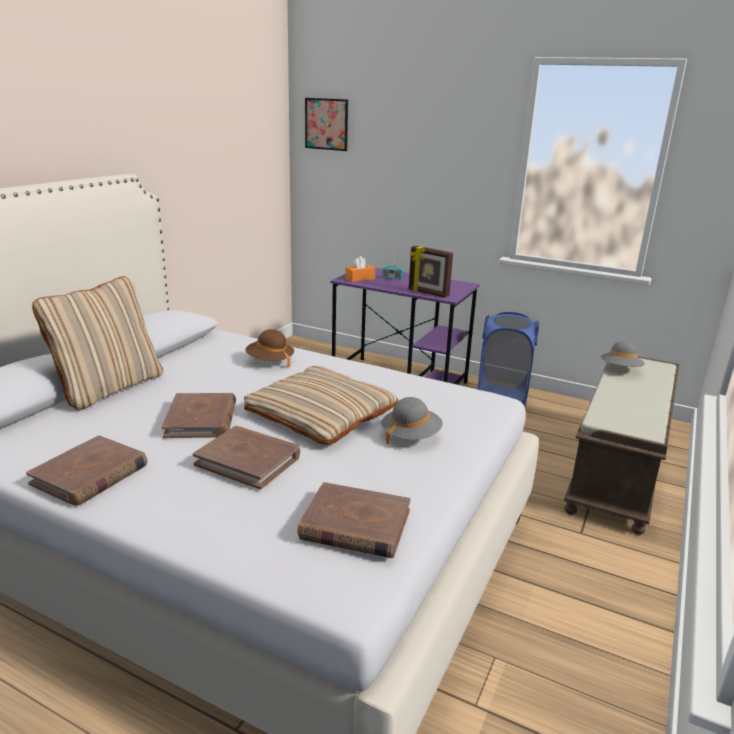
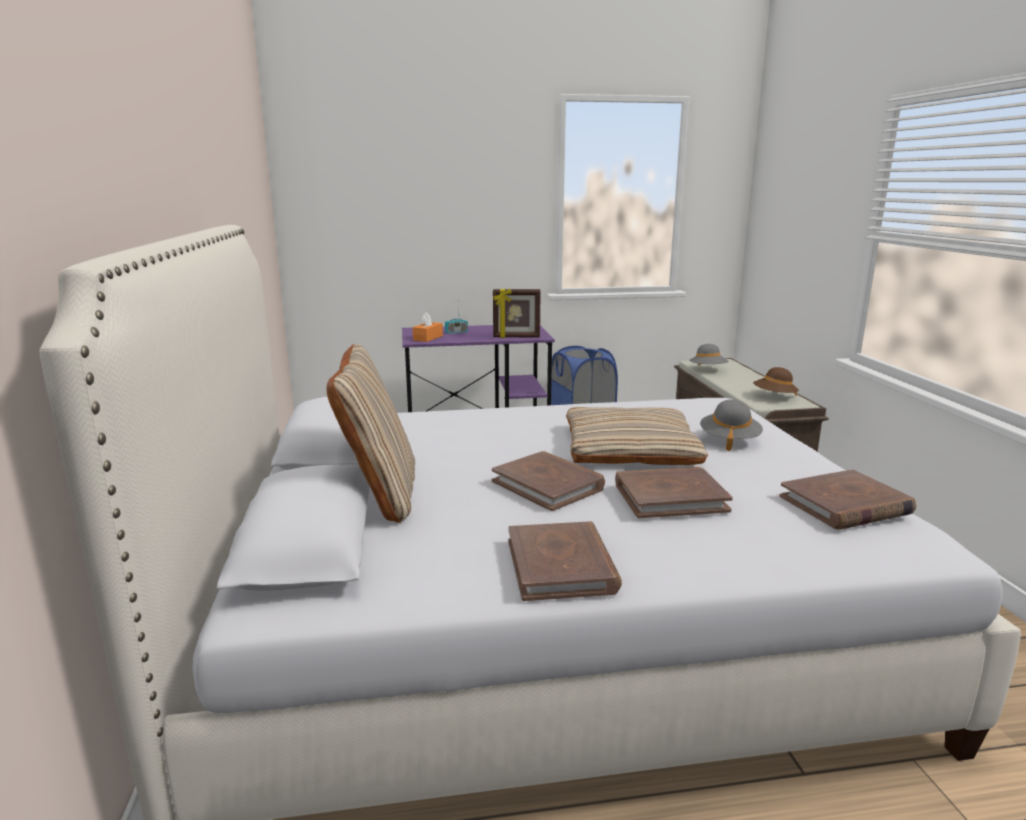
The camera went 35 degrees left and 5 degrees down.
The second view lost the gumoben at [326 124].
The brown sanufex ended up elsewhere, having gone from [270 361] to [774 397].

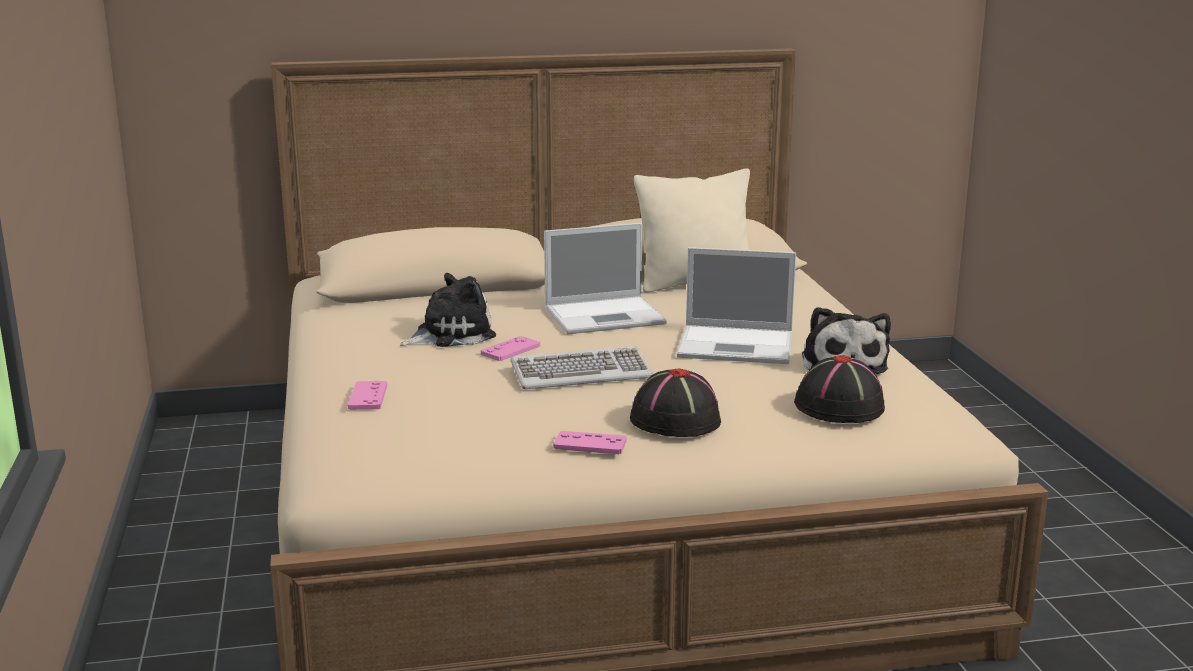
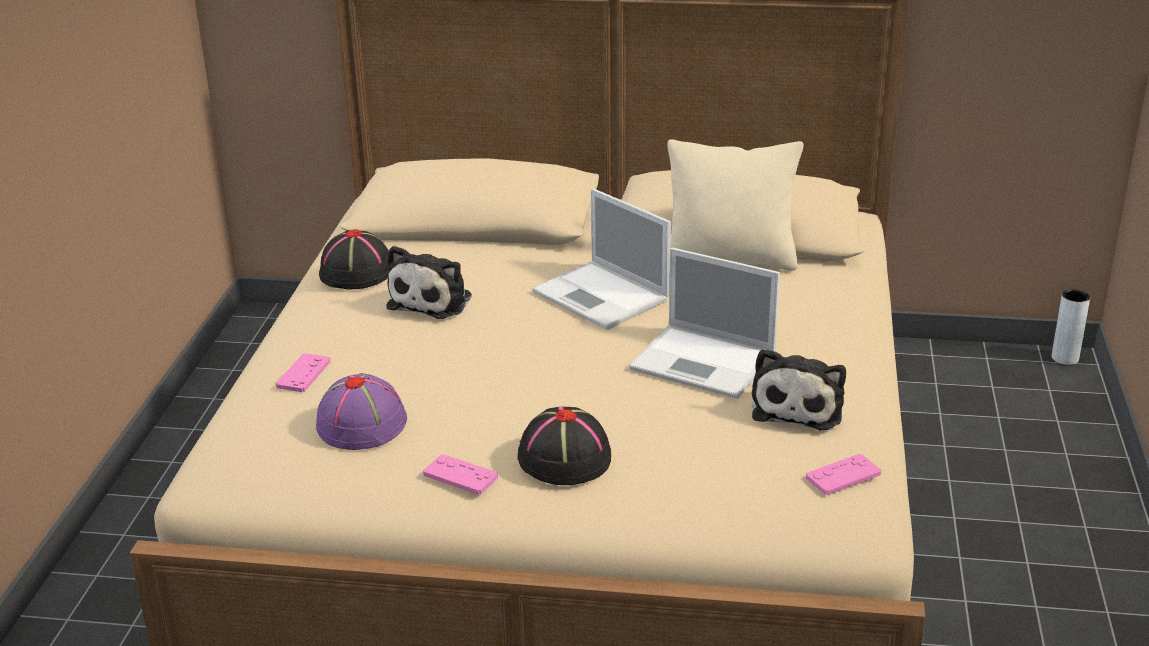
The camera went 20 degrees right and 10 degrees up.
The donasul at [607 316] ended up facing another way, 45 degrees clockwise from before.
The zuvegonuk at [450 334] ended up facing another way, 120 degrees clockwise from before.
The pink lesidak ended up elsewhere, having gone from [510 350] to [843 476].
The second view lost the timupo at [581 373].
The black sanufex ended up elsewhere, having gone from [840 407] to [356 273].
The second view gained the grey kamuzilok at [1065 358].
The second view gained the purple sanufex at [362 424].

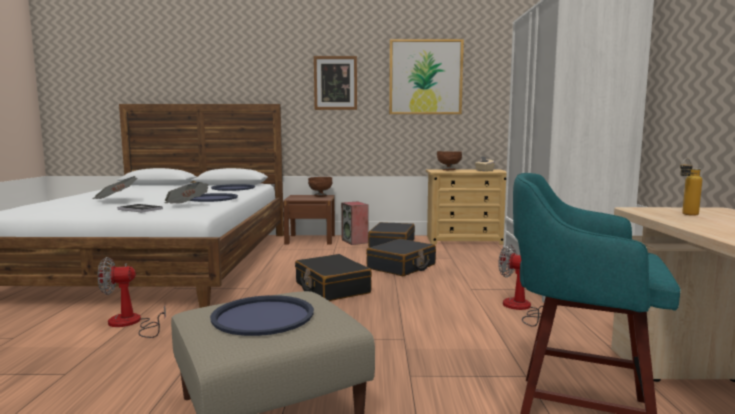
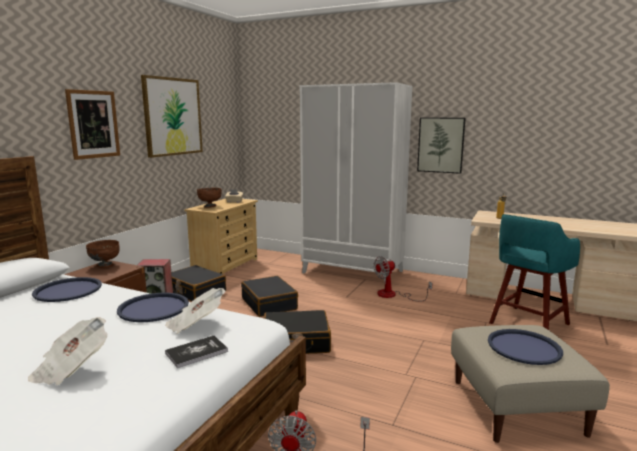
The camera went 65 degrees left and 5 degrees up.
The second view gained the gumoben at [440 145].

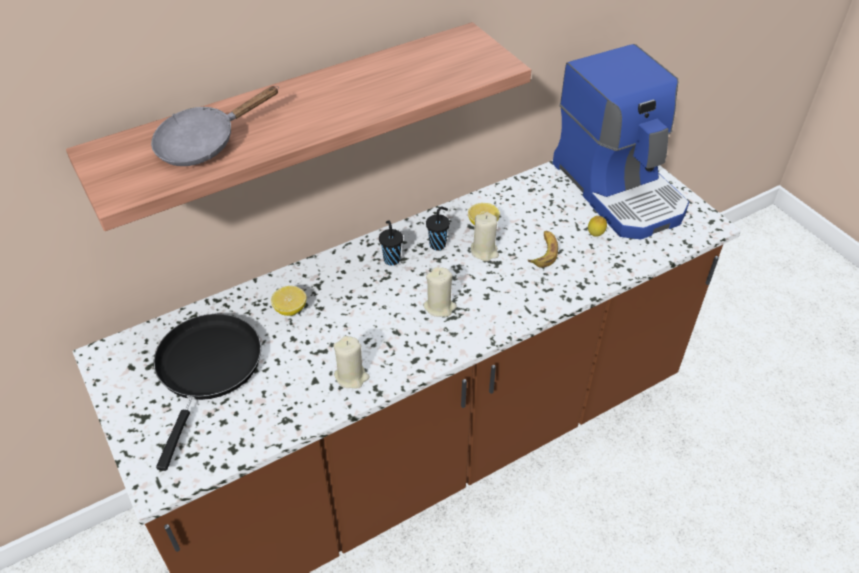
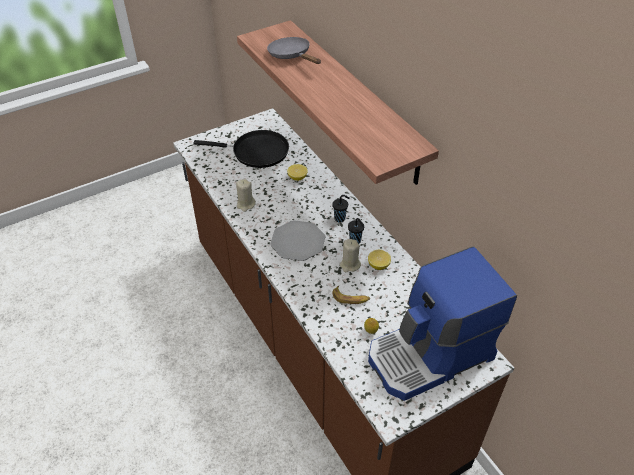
The camera went 90 degrees right and 0 degrees up.
Where the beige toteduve stood at [439 306], the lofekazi came to stand at [298 241].

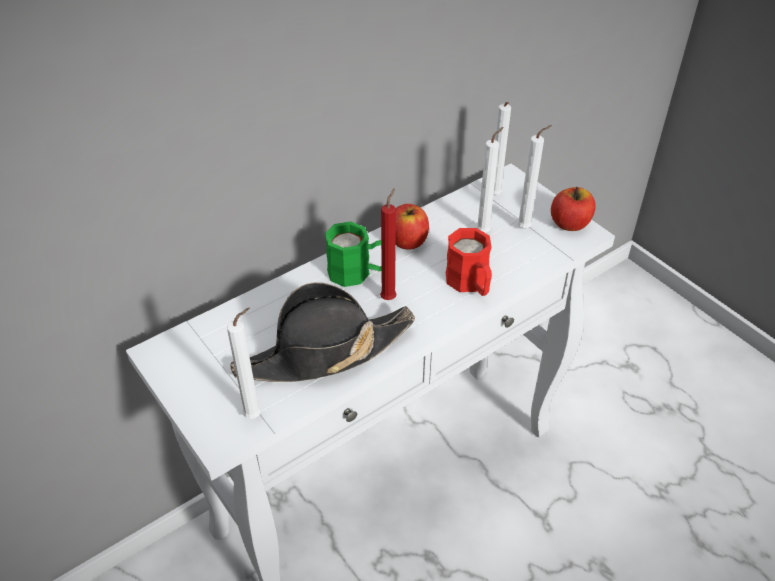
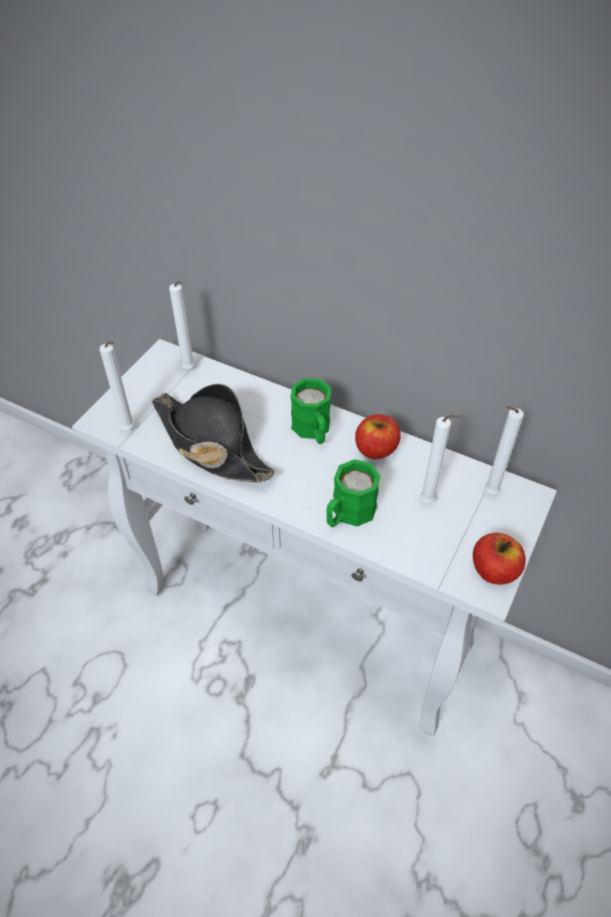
The camera went 65 degrees right and 5 degrees up.
The white toteduve ended up elsewhere, having gone from [526 227] to [190 369].
The second view lost the red toteduve at [389 297].
What was the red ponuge at [470 284] turned into the green ponuge at [348 514].

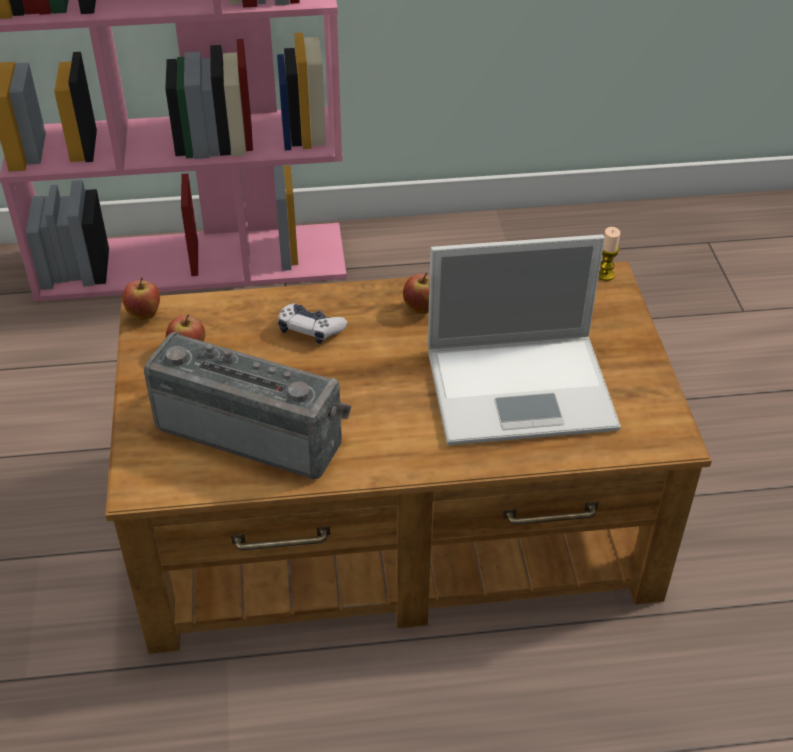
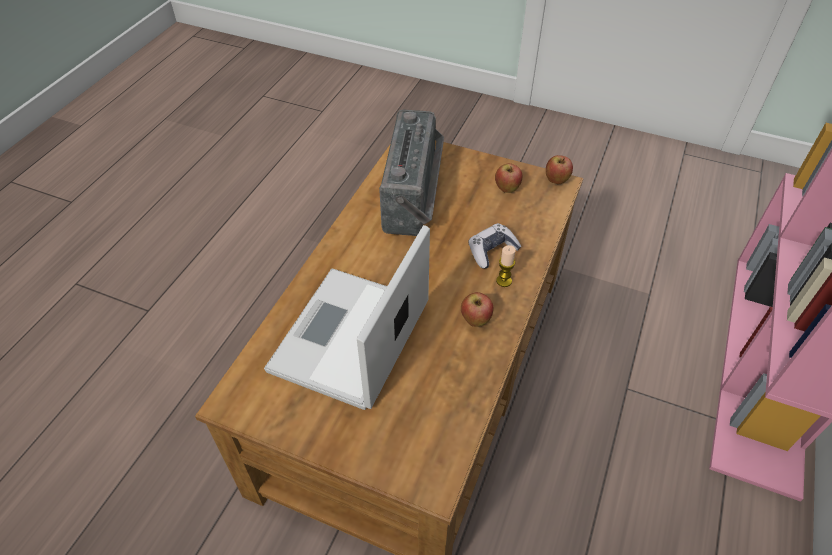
The camera went 120 degrees right and 5 degrees up.
The toteduve ended up elsewhere, having gone from [605 275] to [504 281].
The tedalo at [253 430] ended up facing another way, 45 degrees counterclockwise from before.

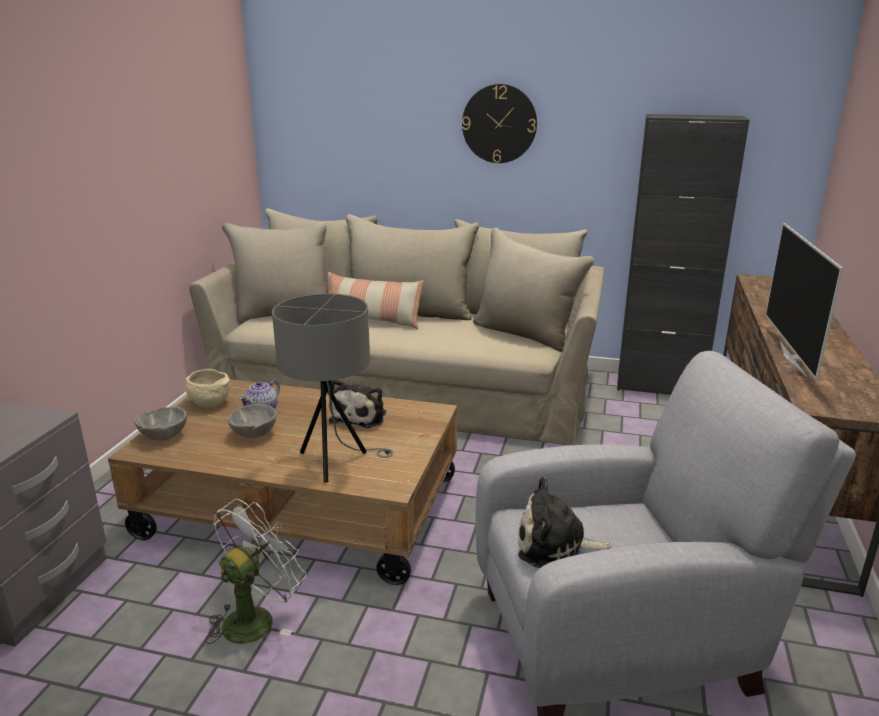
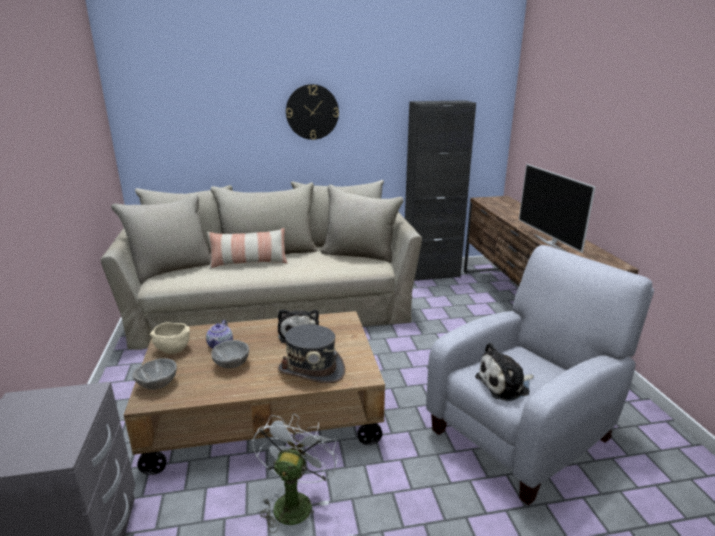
The camera went 25 degrees left and 0 degrees up.
Where the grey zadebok stood at [335 463], the grey sanufex came to stand at [311 370].

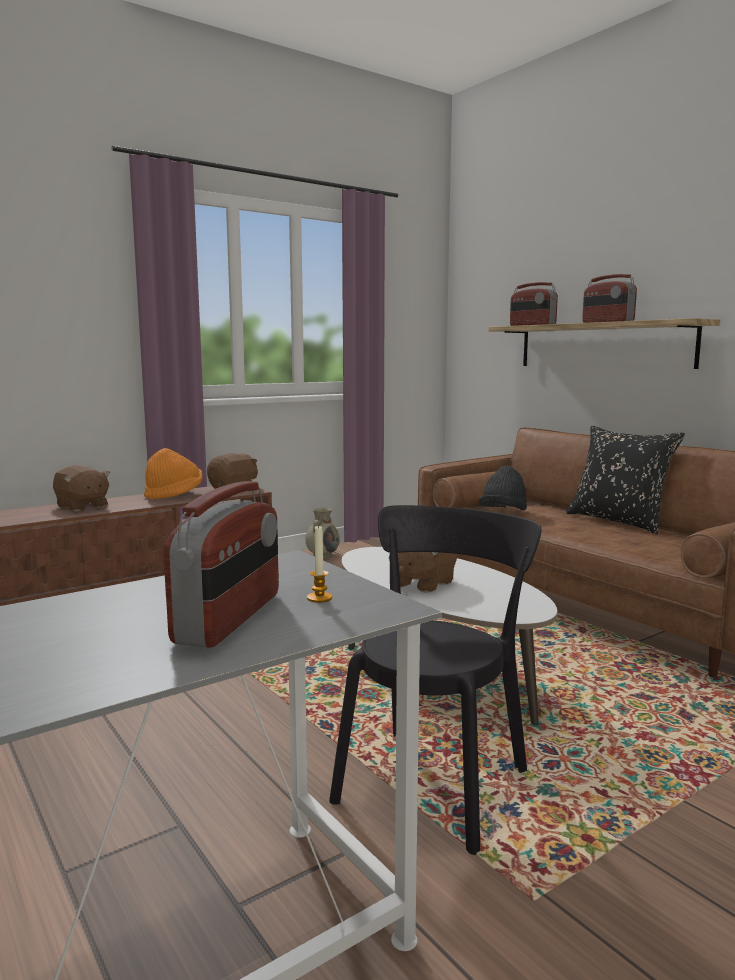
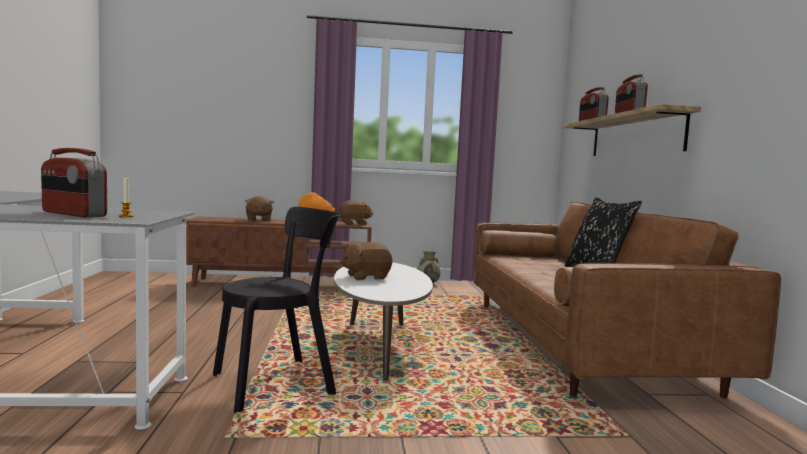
The camera went 30 degrees right and 5 degrees down.
The second view lost the black sanufex at [503 513].
The tedalo at [230 618] ended up facing another way, 75 degrees clockwise from before.

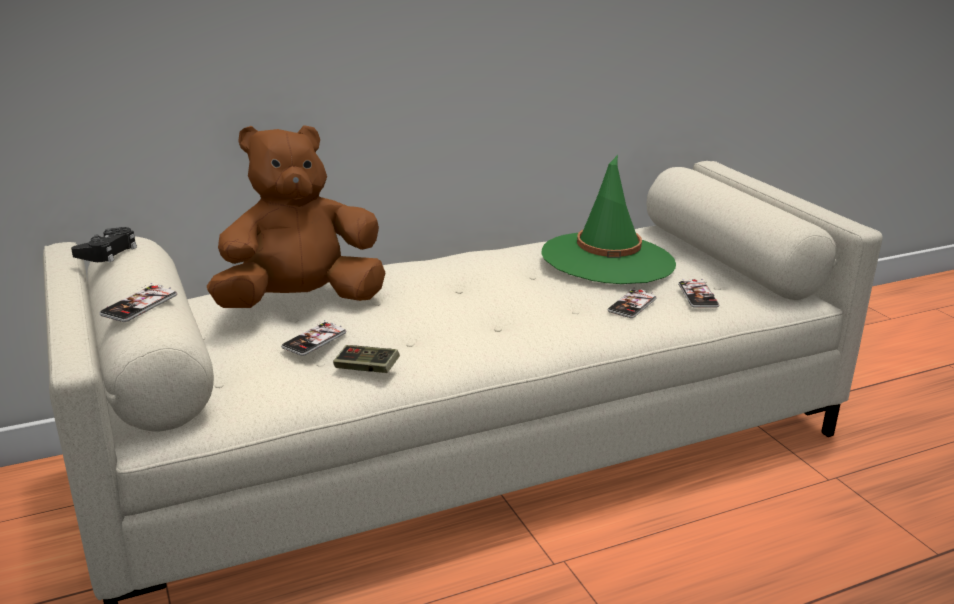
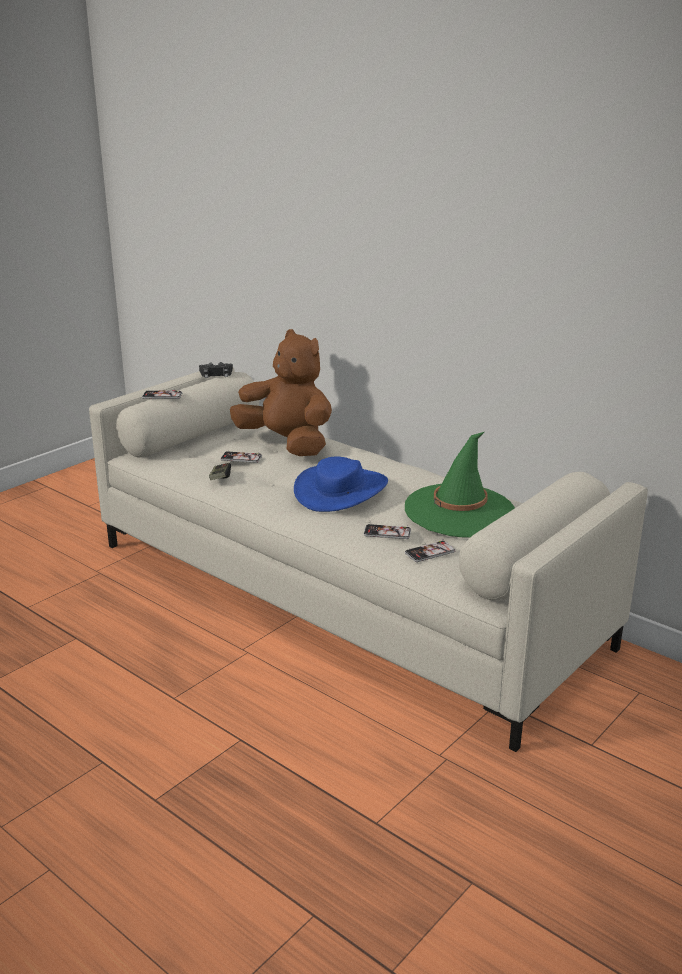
The camera went 65 degrees right and 0 degrees up.
The second view gained the blue sanufex at [341 490].

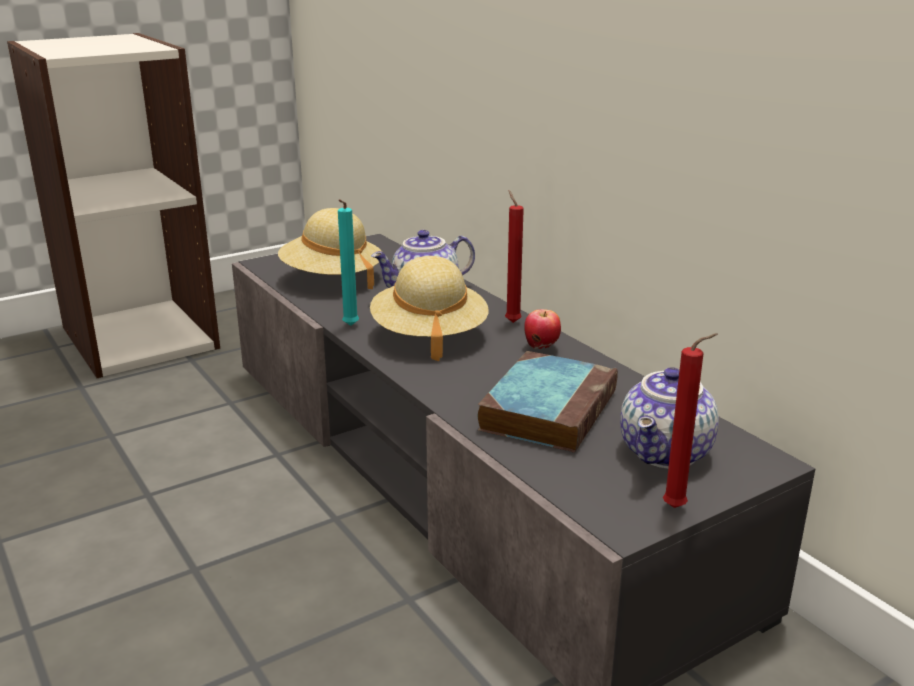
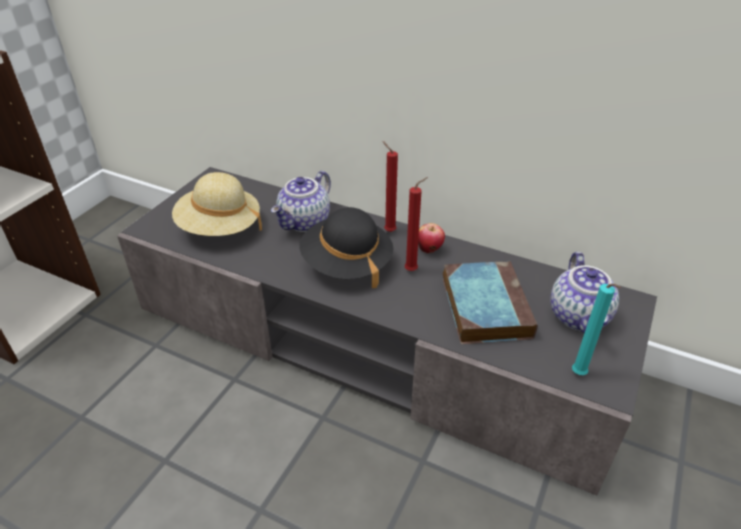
The camera went 30 degrees left and 15 degrees up.
The turquoise toteduve ended up elsewhere, having gone from [349 326] to [579 375].
What was the beige sanufex at [429 335] turned into the black sanufex at [346 264].
The red toteduve ended up elsewhere, having gone from [678 508] to [413 270].

